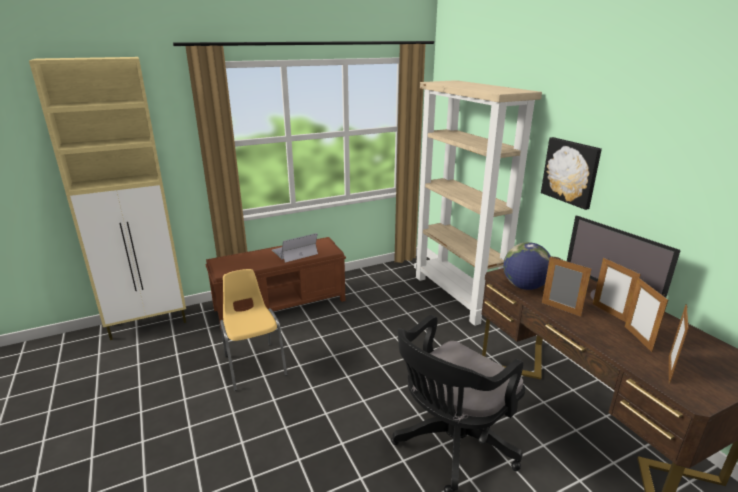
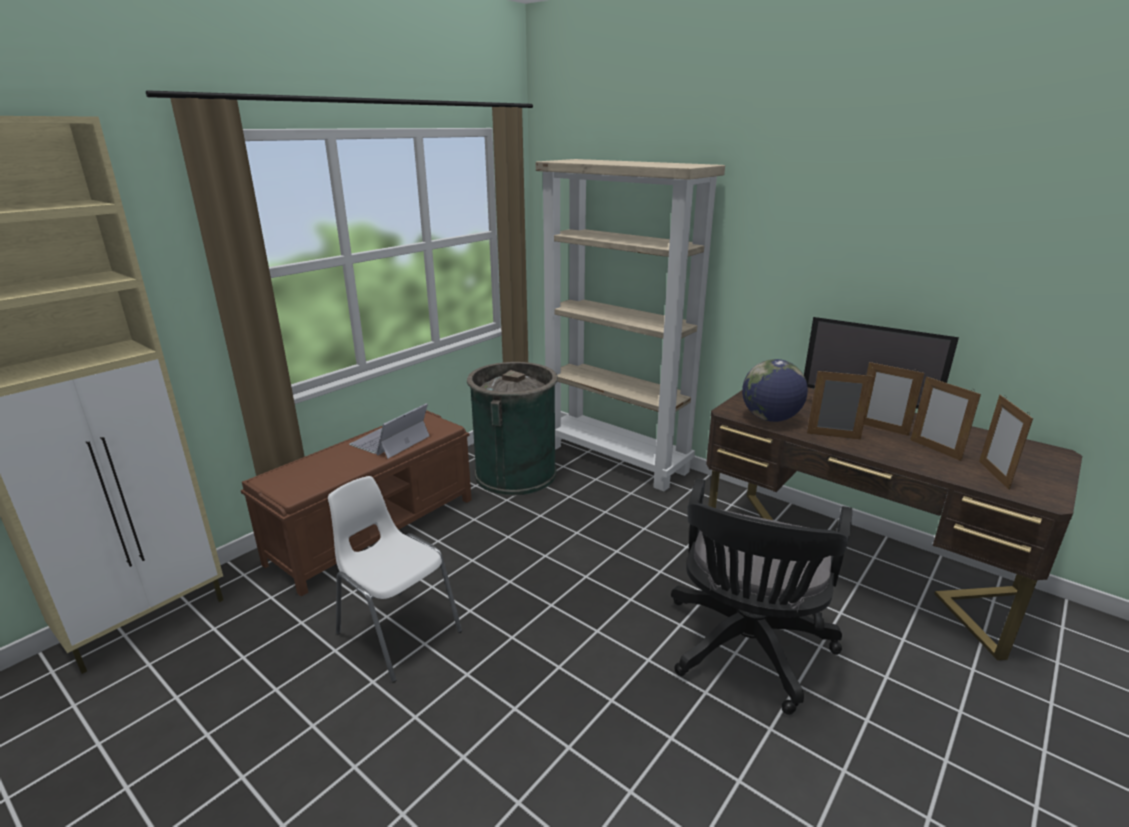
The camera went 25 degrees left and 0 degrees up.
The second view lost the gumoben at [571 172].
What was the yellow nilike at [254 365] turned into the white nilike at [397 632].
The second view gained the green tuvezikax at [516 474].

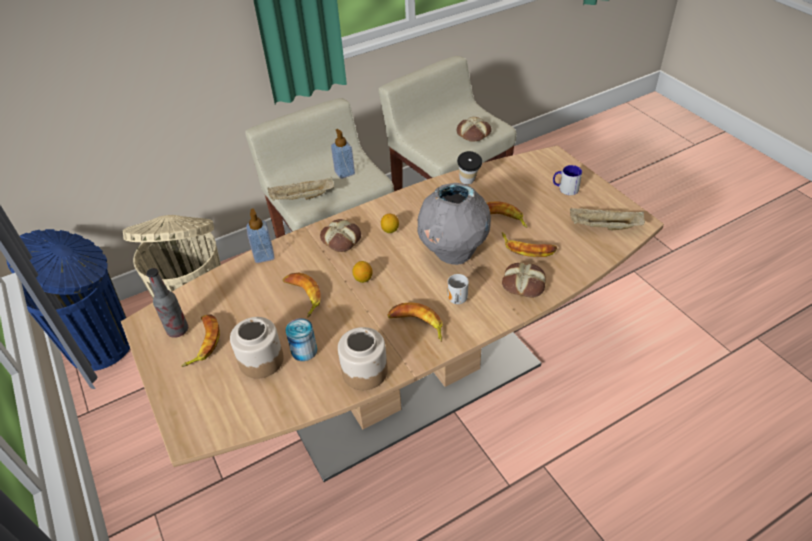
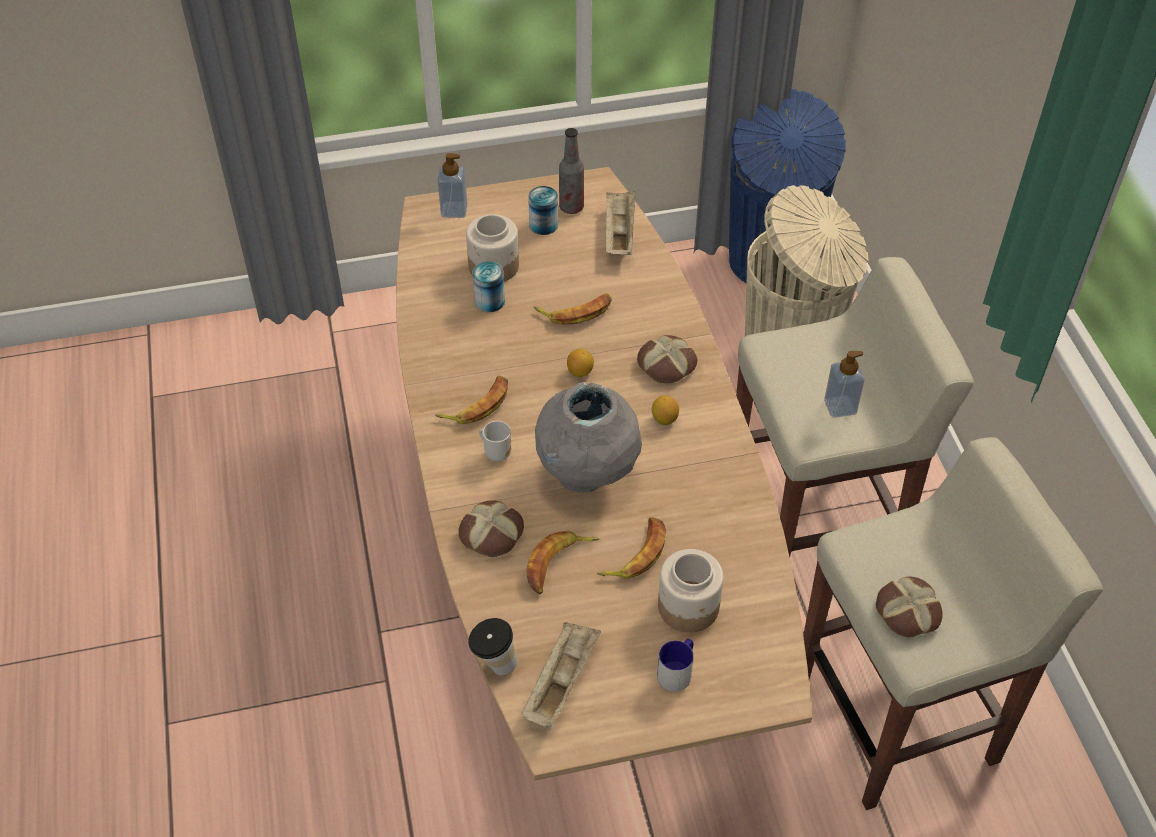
The camera went 105 degrees right and 5 degrees up.
The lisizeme ended up elsewhere, having gone from [468 183] to [494 664].
The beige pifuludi ended up elsewhere, having gone from [302 198] to [619 234].
The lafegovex ended up elsewhere, having gone from [264 256] to [454 210].
Where the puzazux stood at [203 342], the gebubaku came to stand at [543 225].
The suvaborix ended up elsewhere, having gone from [365 371] to [689 607].

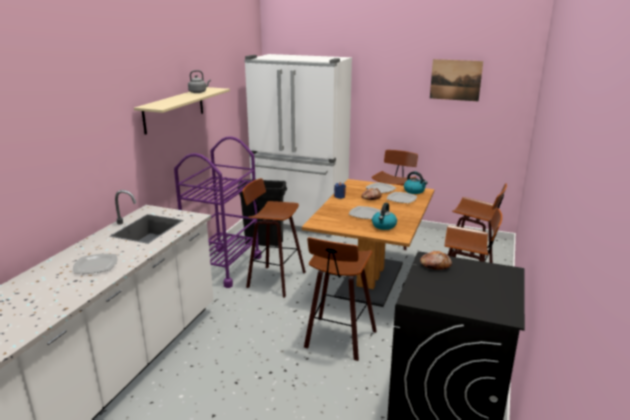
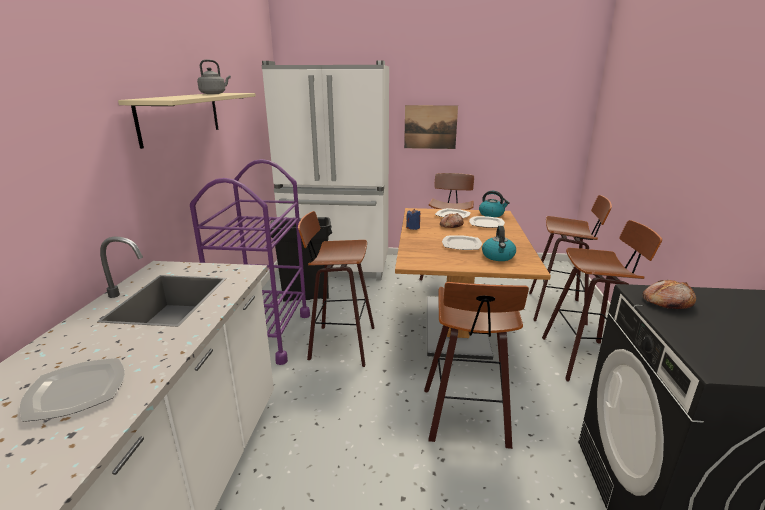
The camera went 15 degrees left and 0 degrees up.
The gumoben ended up elsewhere, having gone from [455 80] to [430 127].

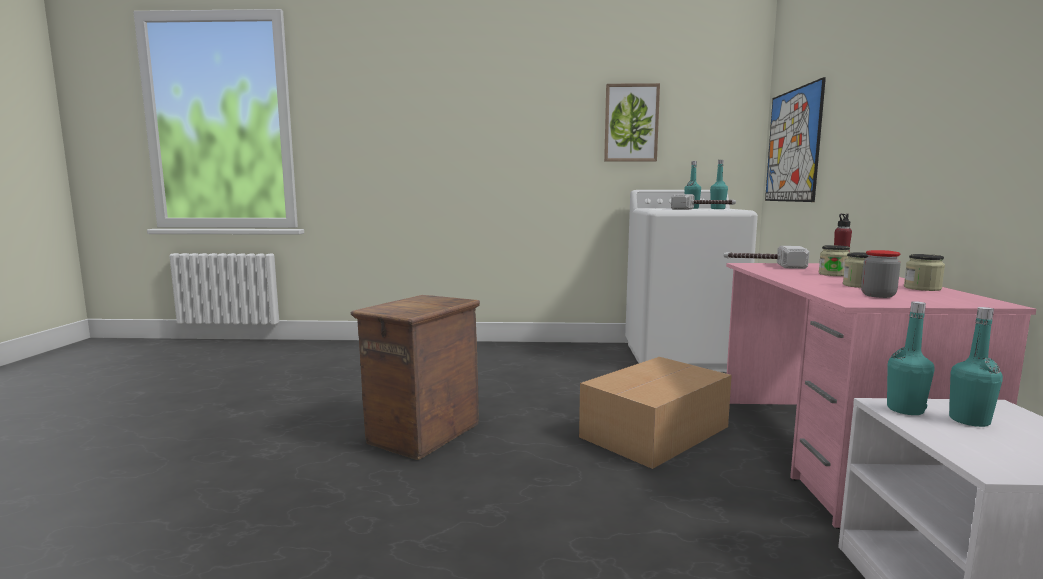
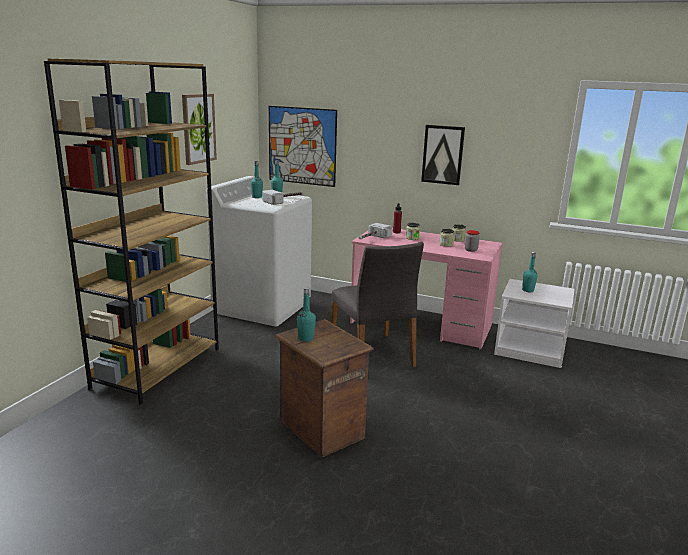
The camera went 70 degrees left and 10 degrees up.
The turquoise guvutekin ended up elsewhere, having gone from [905 410] to [306 338].
Where the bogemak stood at [653 432], the grey nilike came to stand at [373 354].
The second view gained the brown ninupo at [158 367].
The second view gained the gumoben at [443 154].

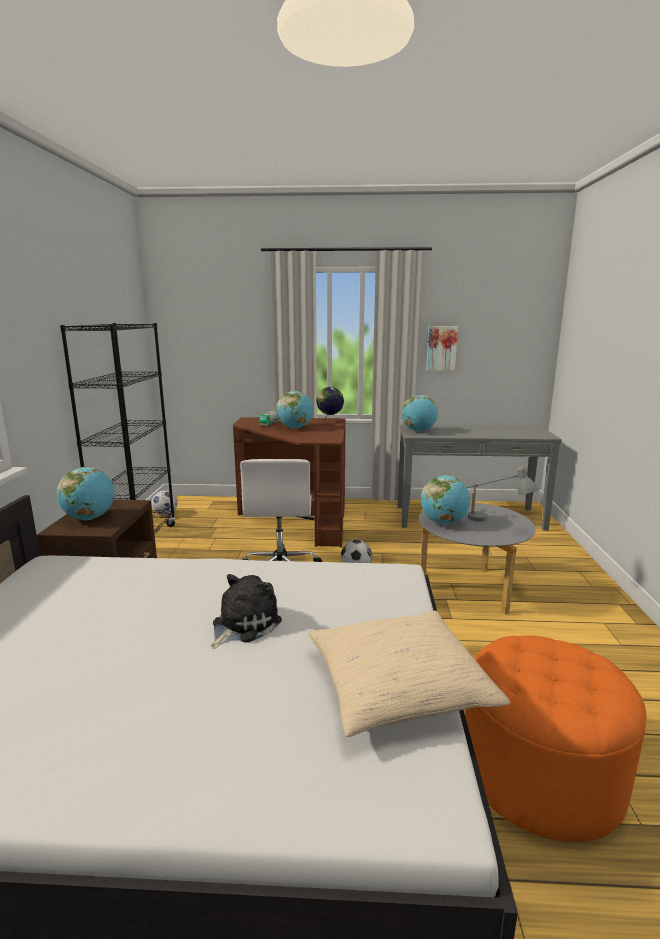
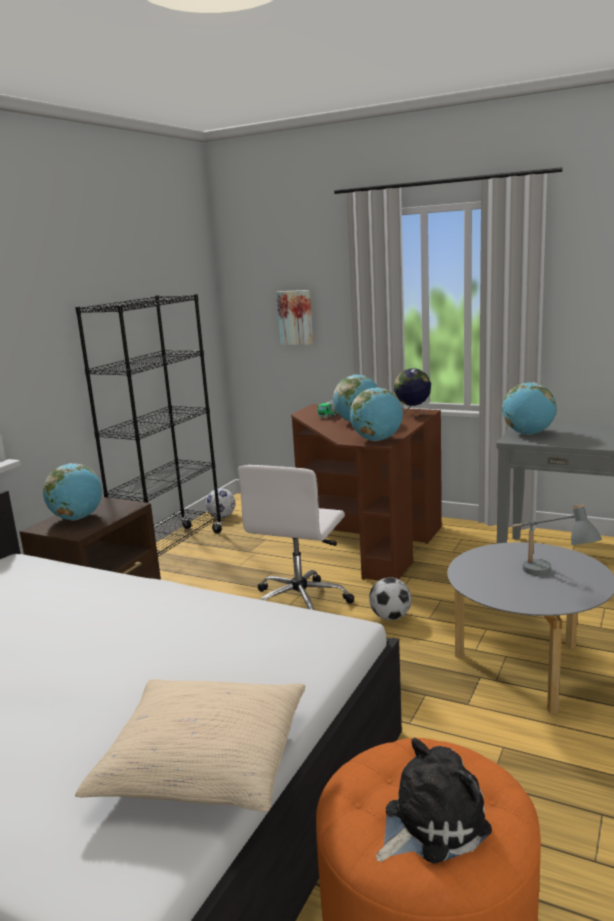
The camera went 25 degrees right and 0 degrees up.
The gumoben ended up elsewhere, having gone from [441 348] to [296 317].
The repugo ended up elsewhere, having gone from [443 523] to [377 440].
The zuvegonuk ended up elsewhere, having gone from [243 625] to [430 823].

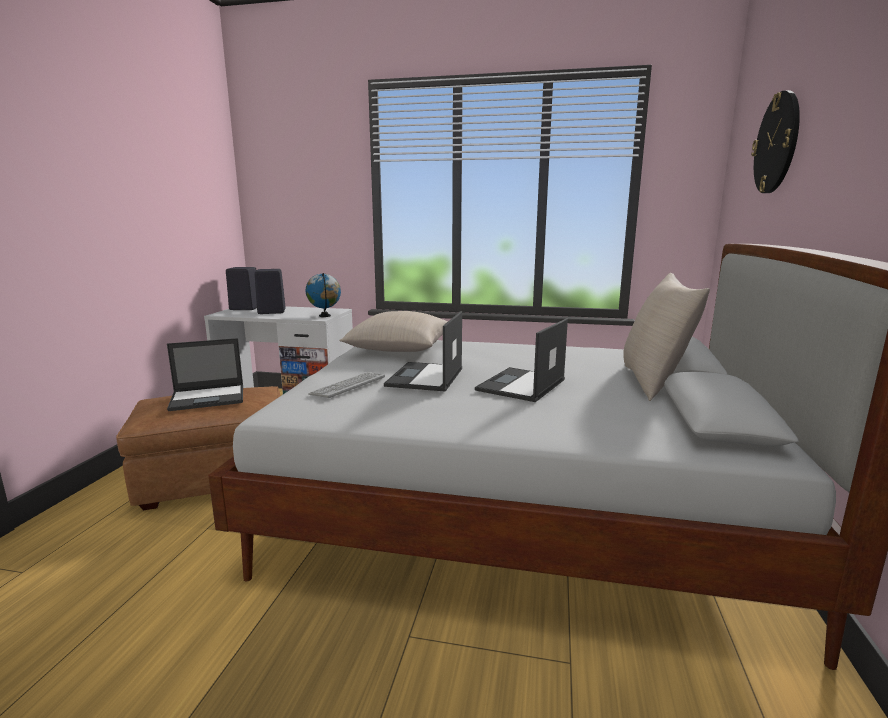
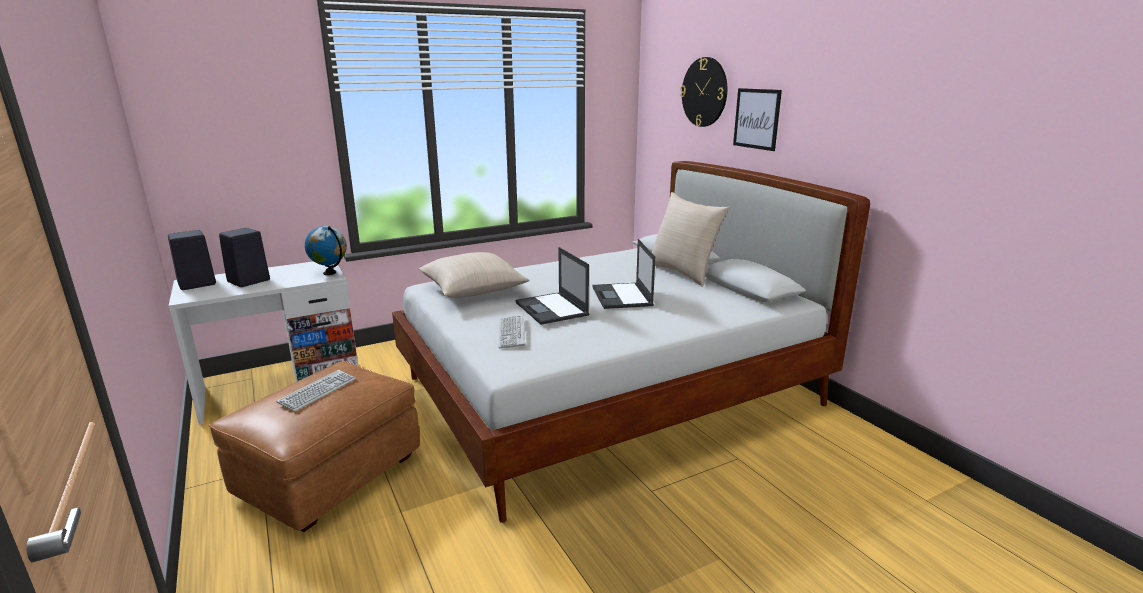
The camera went 40 degrees left and 5 degrees up.
Where the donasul stood at [209 398], the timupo came to stand at [318 391].
The second view gained the gumoben at [756 119].

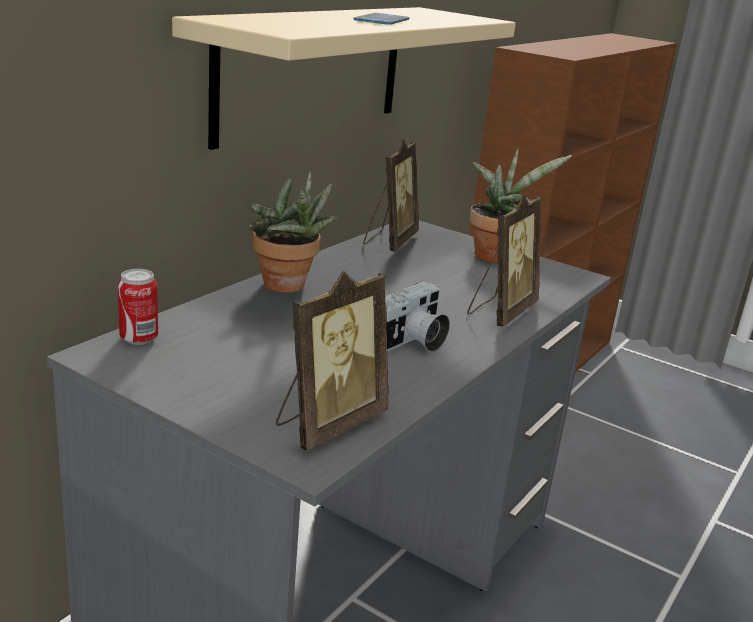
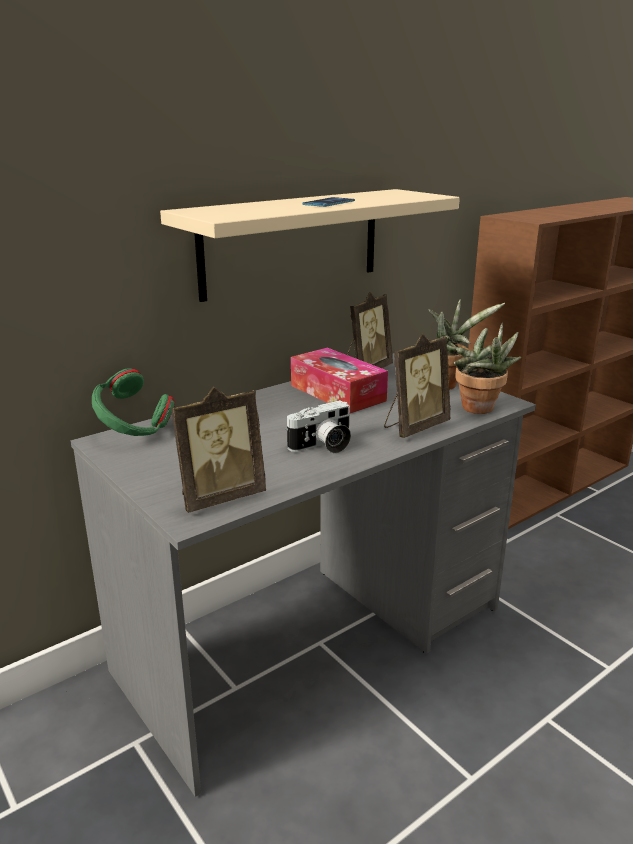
The camera went 20 degrees right and 0 degrees up.
The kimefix ended up elsewhere, having gone from [288 287] to [480 410].
Where the gebubaku stood at [139 338], the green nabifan came to stand at [134 432].
The second view gained the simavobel at [337 393].

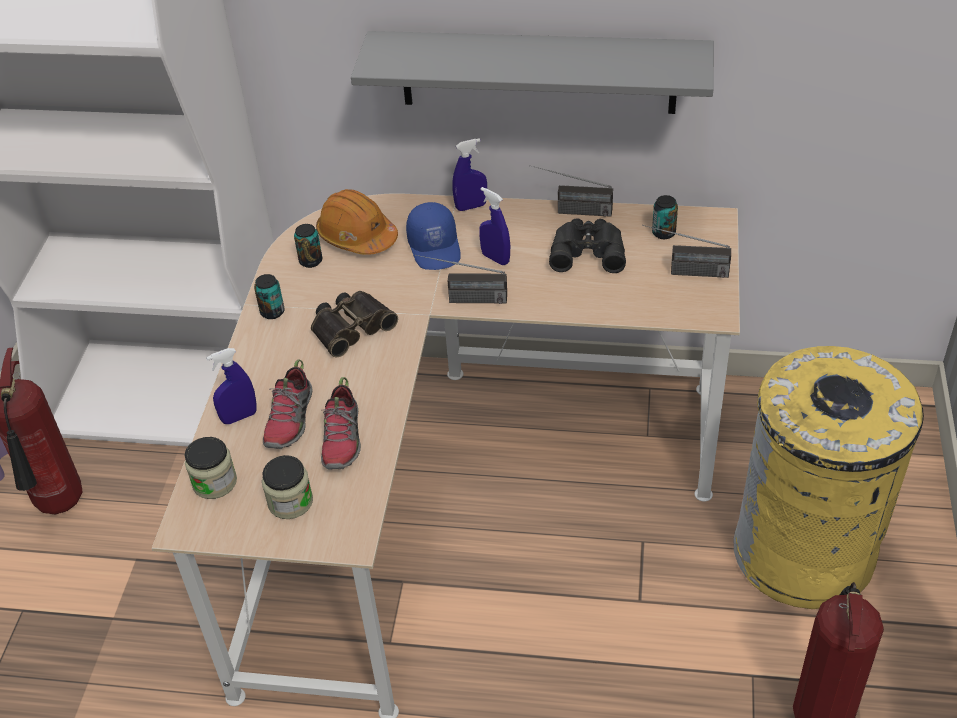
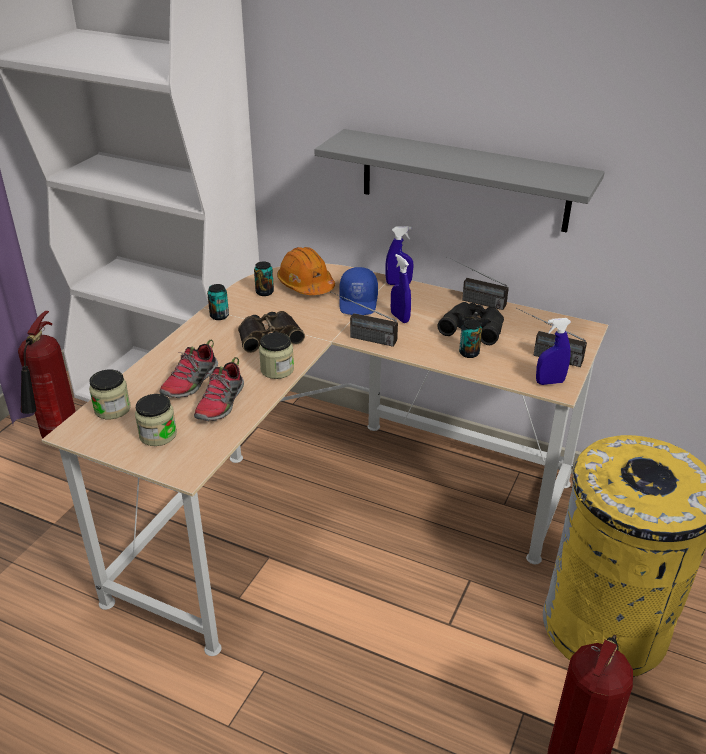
The camera went 15 degrees right and 10 degrees down.
The gebubaku ended up elsewhere, having gone from [663 233] to [469 353].
The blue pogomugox ended up elsewhere, having gone from [239 417] to [549 382].
The second view gained the suvaborix at [277 370].

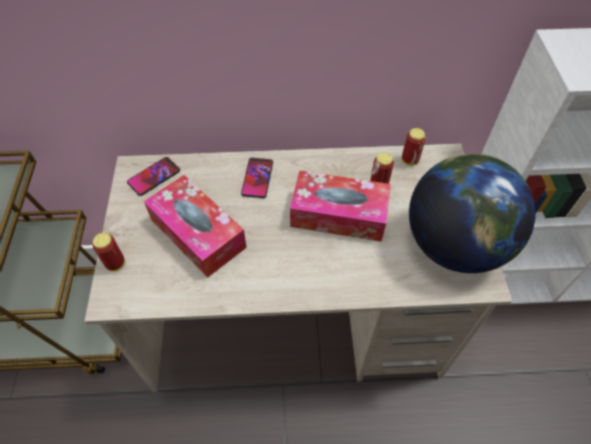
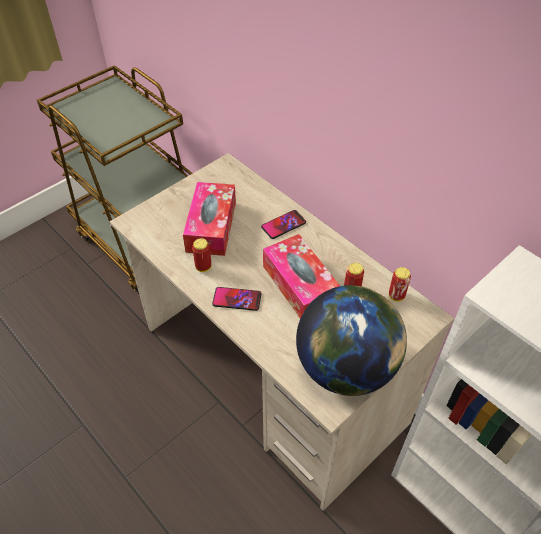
The camera went 50 degrees right and 5 degrees down.
The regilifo ended up elsewhere, having gone from [154 176] to [237 299].
The gebubaku ended up elsewhere, having gone from [115 263] to [203 267].

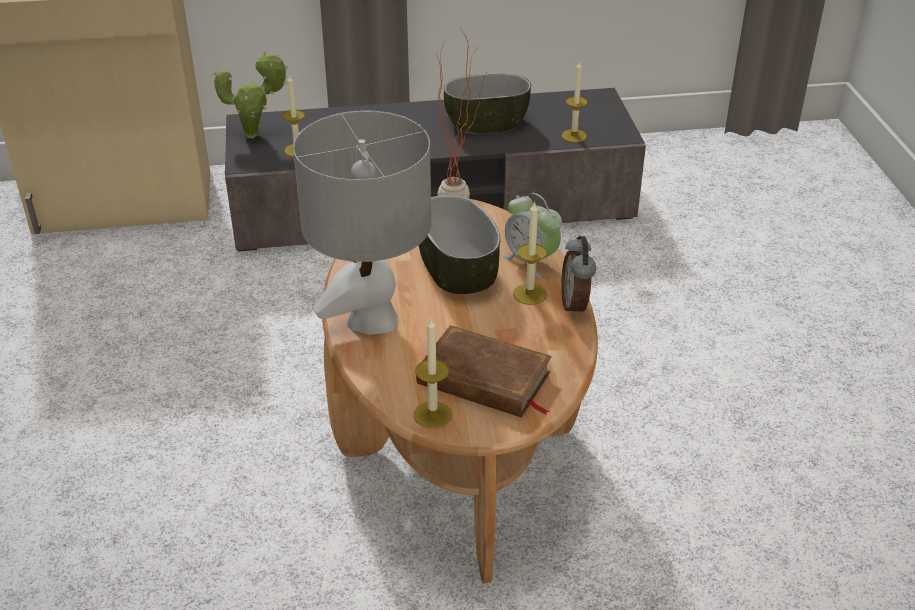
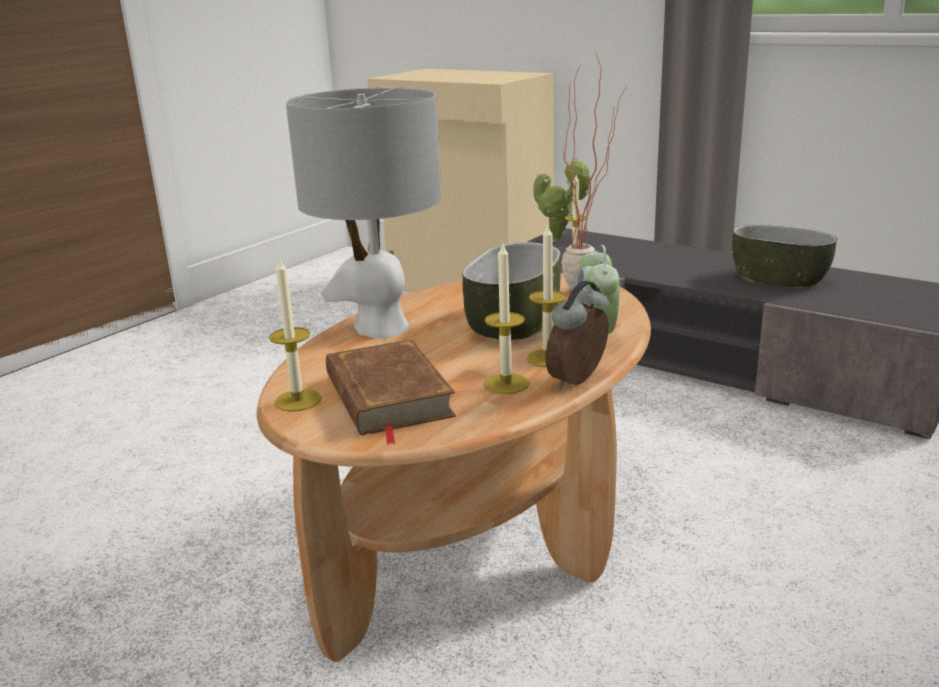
The camera went 45 degrees right and 15 degrees down.
The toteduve ended up elsewhere, having gone from [574 136] to [506 384].

